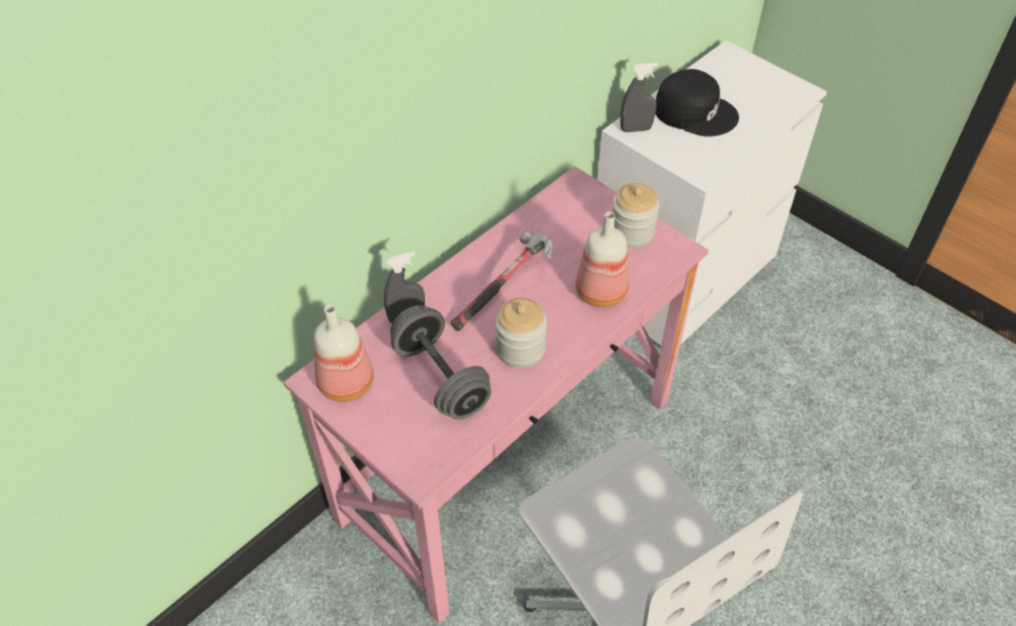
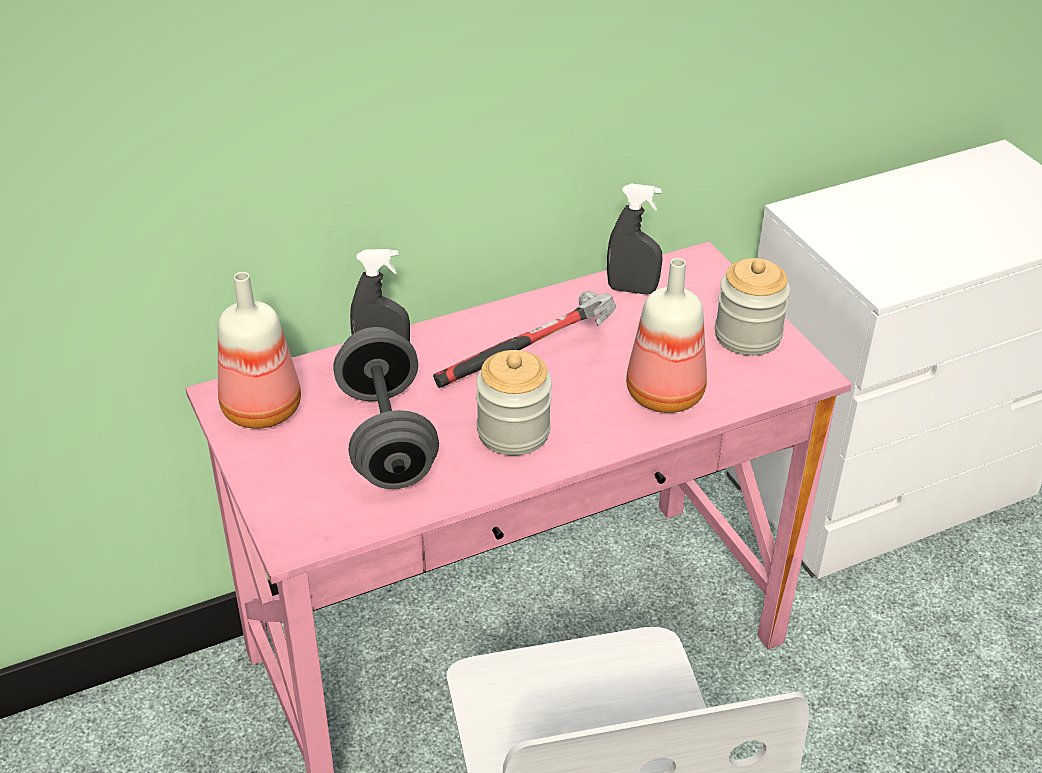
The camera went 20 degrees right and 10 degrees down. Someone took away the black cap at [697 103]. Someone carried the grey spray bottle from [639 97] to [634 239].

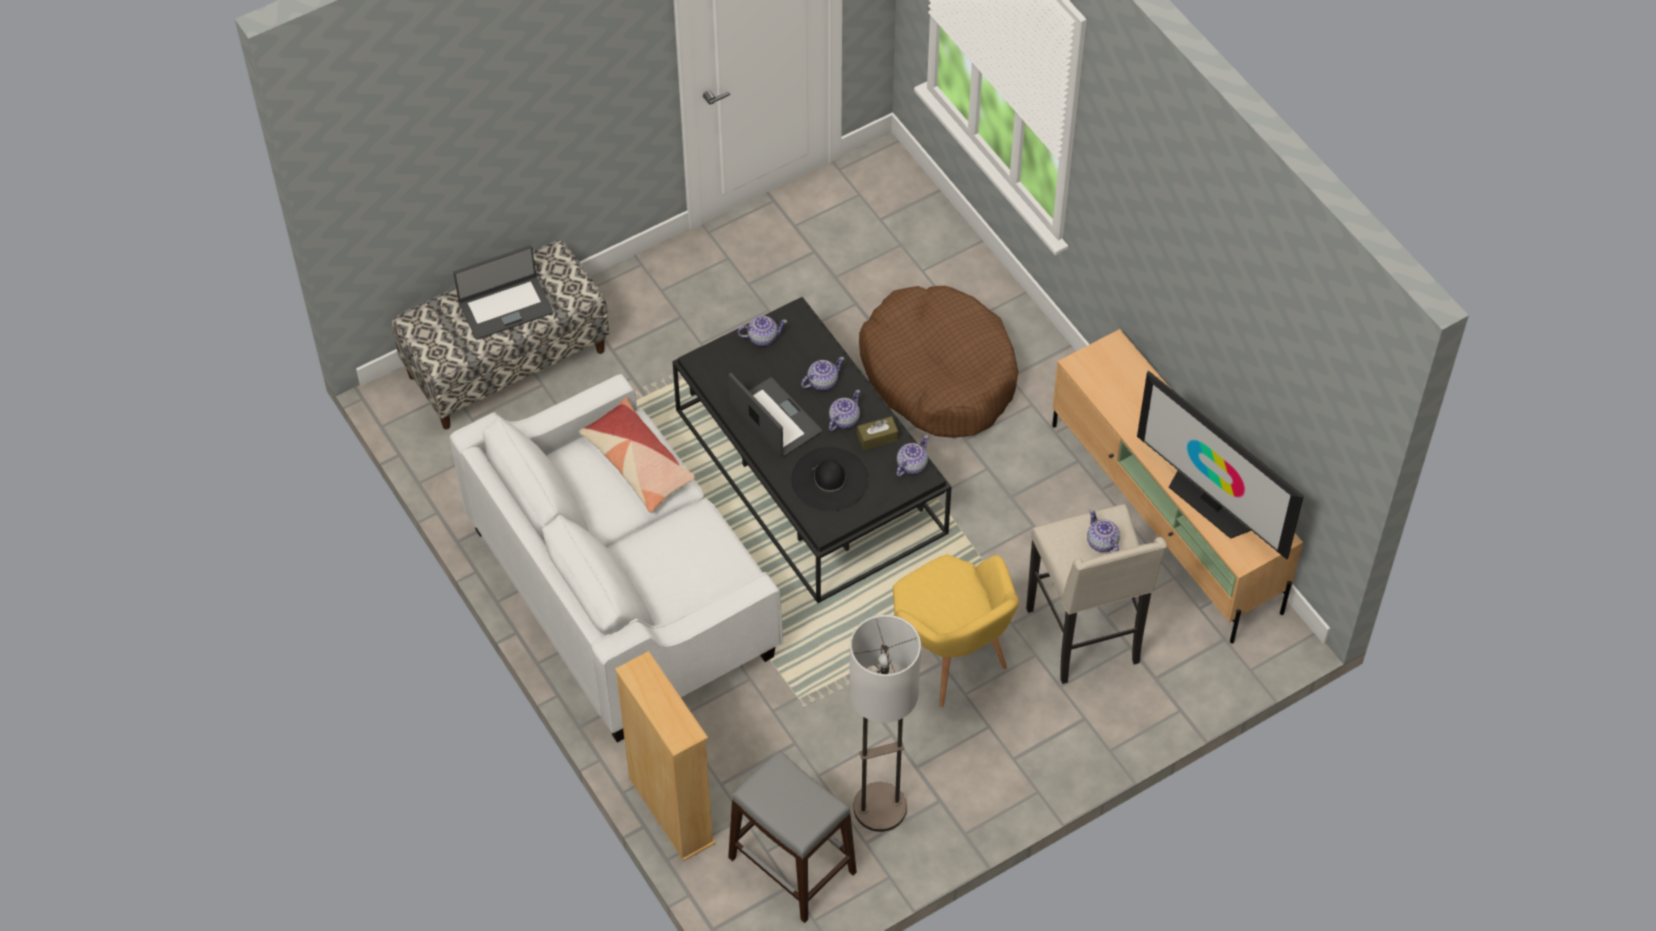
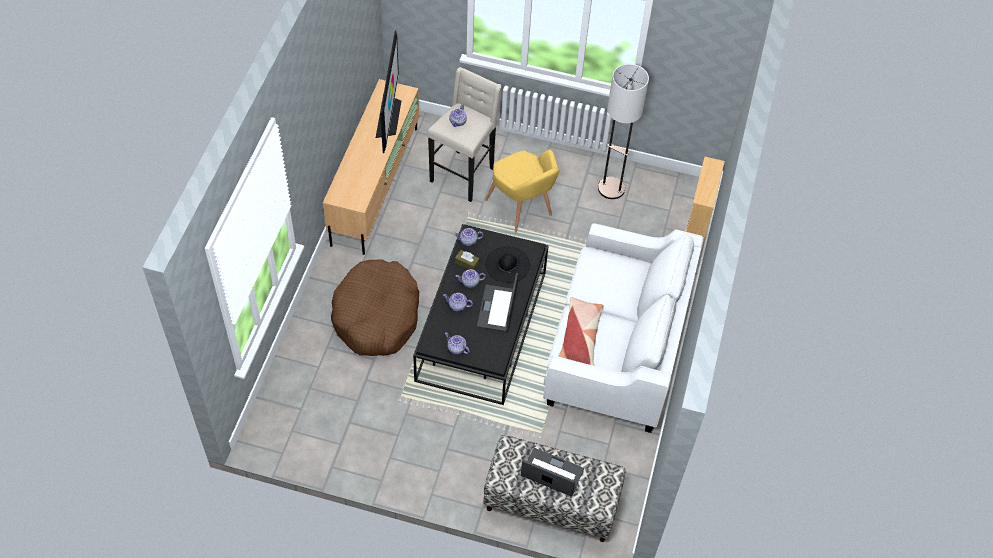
The camera went 135 degrees left and 0 degrees up. Someone took away the grey stool at [792 837]. Someone rotated the yellow armchair at [956 630] by 135 degrees clockwise.

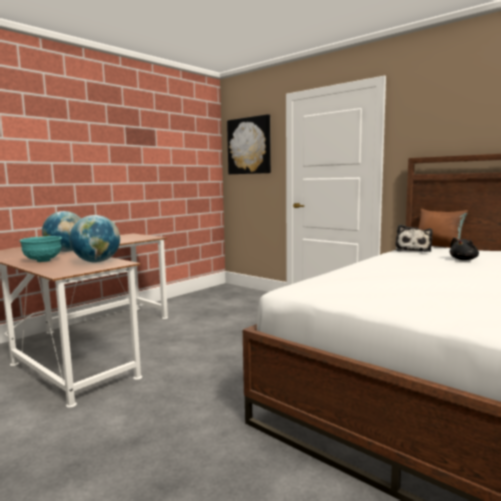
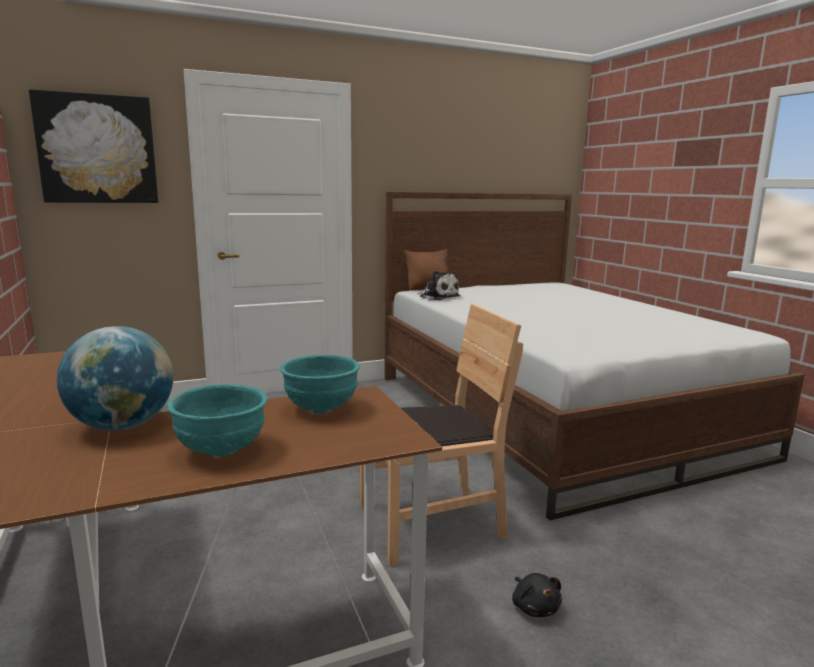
The camera went 65 degrees left and 5 degrees up. Someone put down the brown chair at [441 435]. Someone carried the black plush toy from [464 249] to [537 595]. Someone swapped the globe at [95 238] for the turquoise bowl at [320 384].

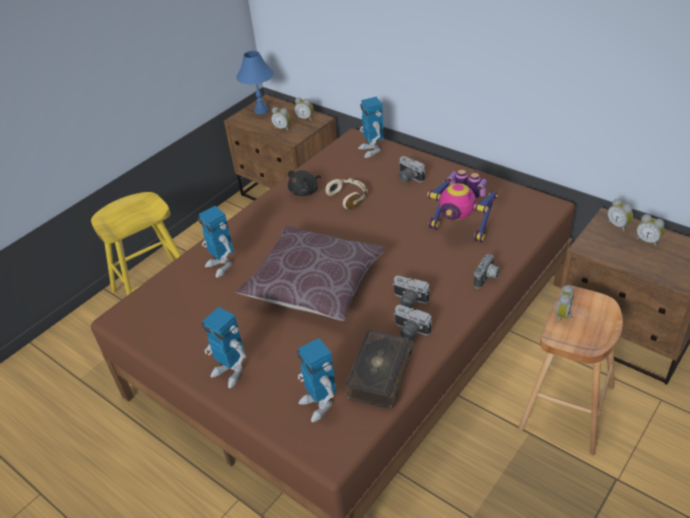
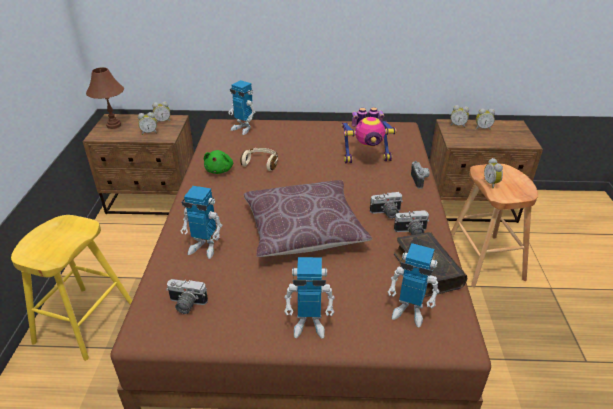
The camera went 40 degrees left and 5 degrees down. Someone carried the photo camera from [412 169] to [187 296]. Someone repainted the blue table lamp at [255 82], which became the brown table lamp at [105 98]. Someone repainted the black plush toy at [304 183], which became the green plush toy at [218 162].

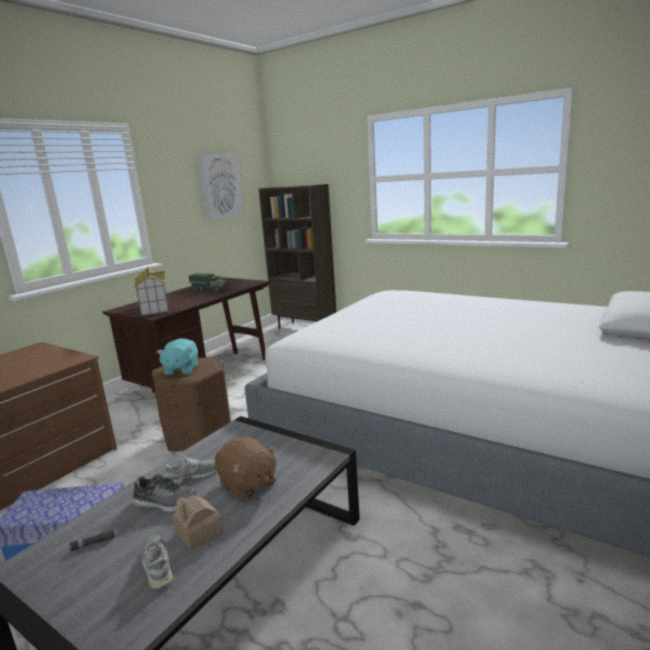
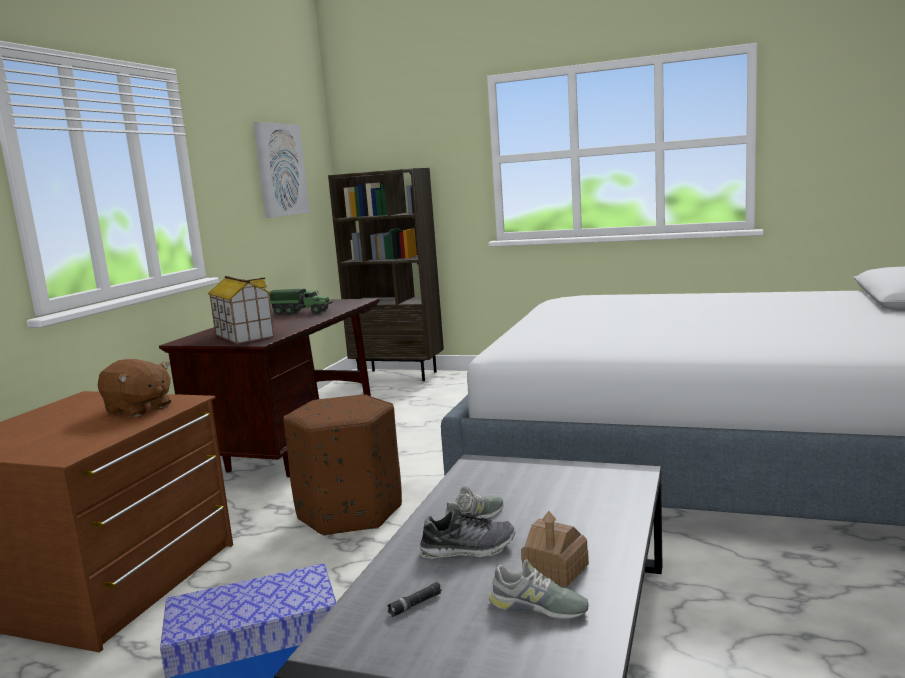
The camera went 15 degrees left and 5 degrees down. Someone took away the turquoise plush toy at [177 357]. Someone carried the brown plush toy from [245 469] to [134 388]. Someone rotated the grey shoe at [157 562] by 150 degrees clockwise.

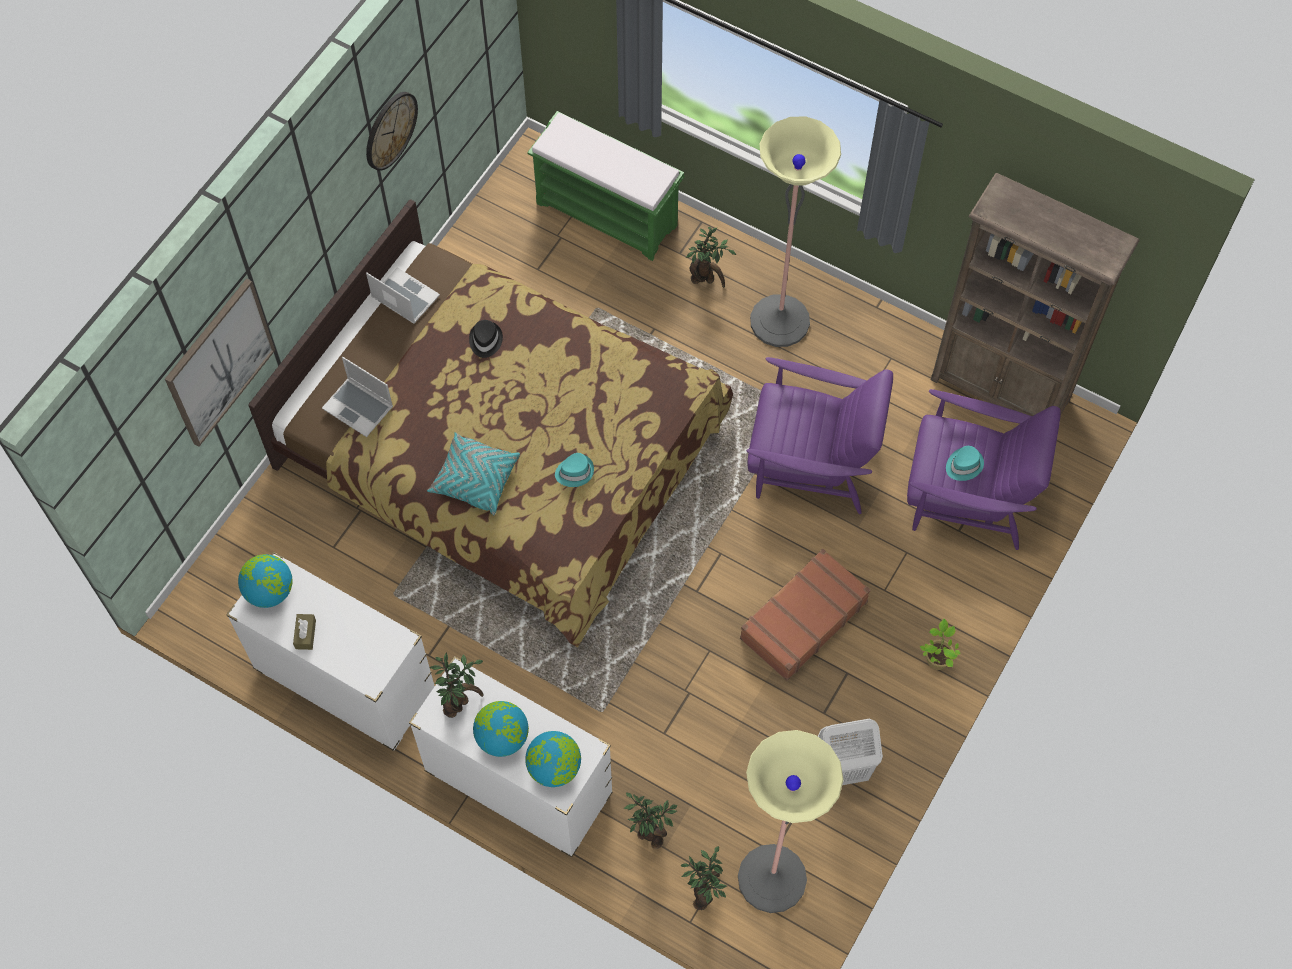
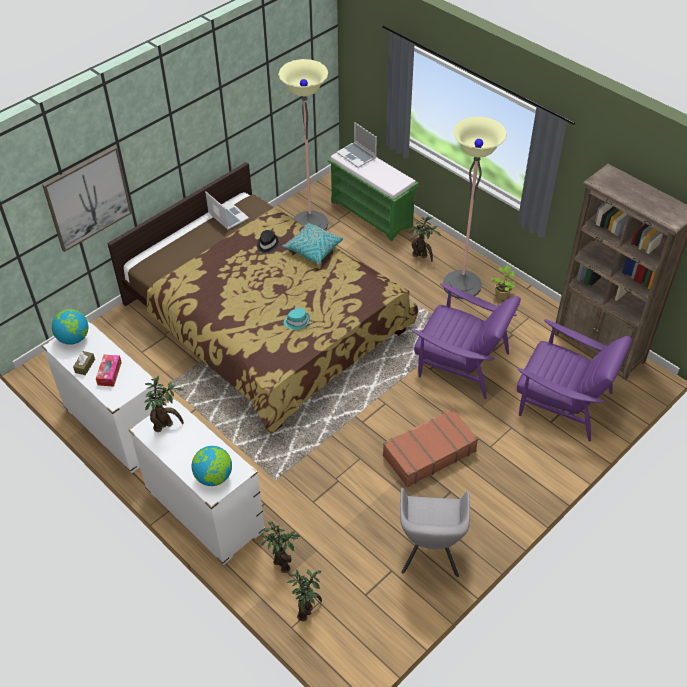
The camera went 15 degrees right and 15 degrees down. Someone took away the wall clock at [392 131]. Someone took away the globe at [501 729]. Someone took away the turquoise hat at [965 463]. Someone put down the tissue box at [109 370]. Someone carried the laptop from [357 397] to [357 145]. Someone carried the turquoise pillow from [473 473] to [312 243]. Someone carried the floor lamp from [791 821] to [303 144]. Someone carried the potted plant from [940 644] to [503 282]. Someone swapped the white laundry basket at [850 752] for the grey armchair at [435 532].

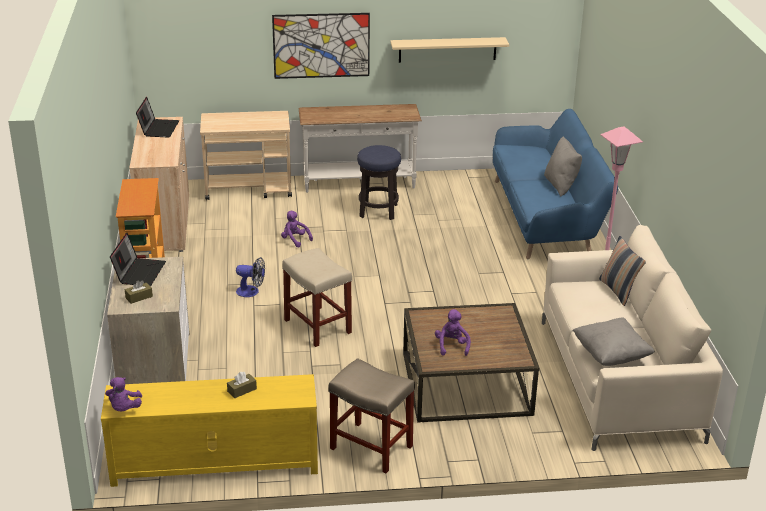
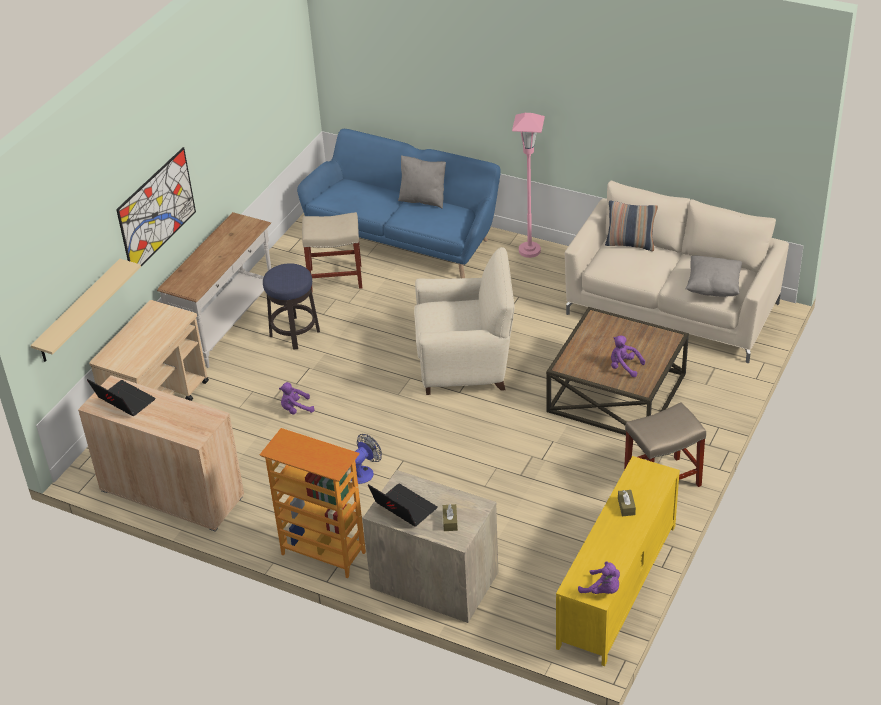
The camera went 55 degrees left and 10 degrees up. Someone put down the beige armchair at [464 321]. Someone carried the beige stool from [317 297] to [332 252]. Someone carried the beige shelf from [449 50] to [86 310].

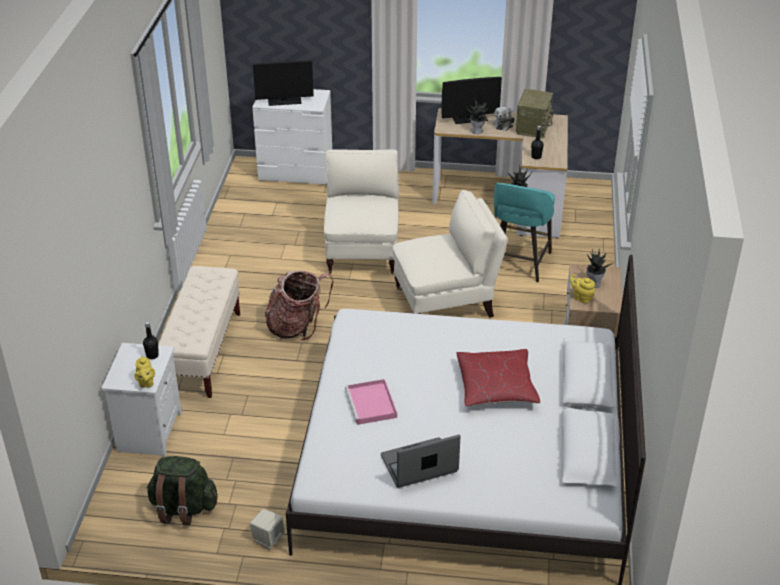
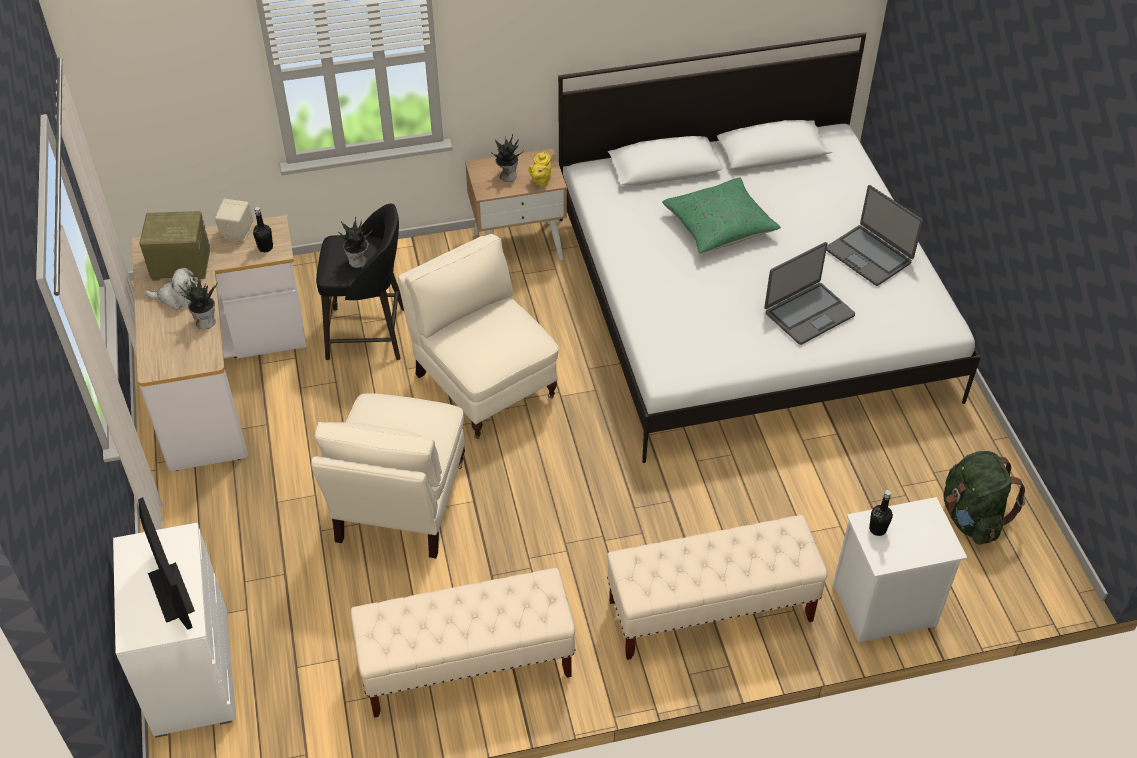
The camera went 110 degrees left and 10 degrees up. Someone took away the yellow teapot at [144 372]. Someone took away the backpack at [299 305]. Someone took away the monitor at [472 100]. Someone put down the beige bench at [463 643]. Someone carried the beige speaker from [267 529] to [234 220]. Someone swapped the pink tray at [371 402] for the laptop at [809 293]. Someone repainted the red pillow at [498 377], which became the green pillow at [721 215]. Someone repainted the turquoise stool at [524 232], which became the black stool at [360 282]. Someone rotated the beige armchair at [362 211] by 60 degrees counterclockwise.

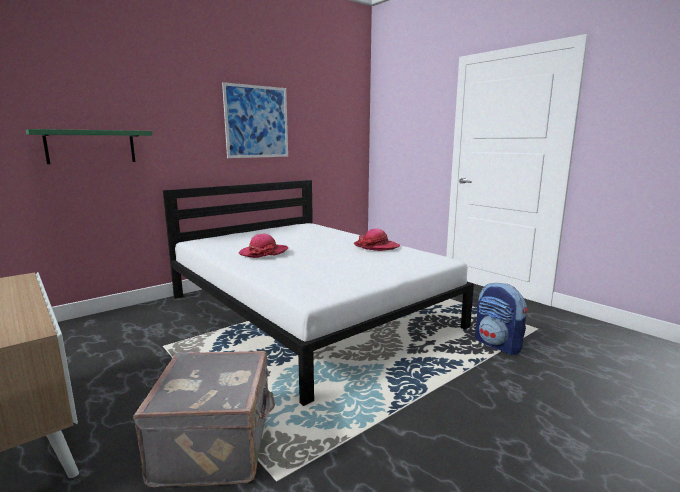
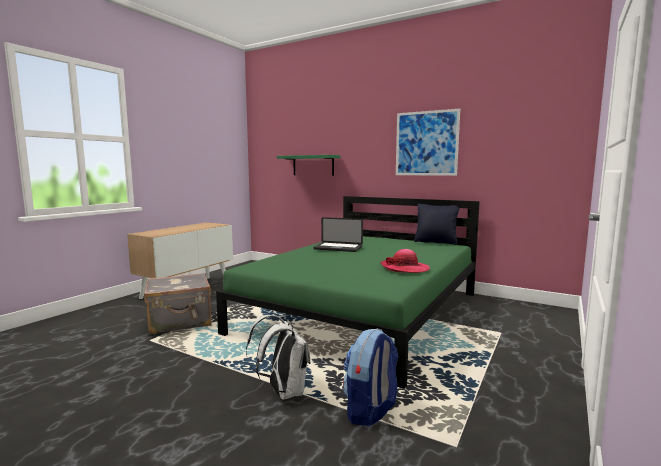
The camera went 70 degrees right and 5 degrees down. Someone put down the white backpack at [278 357]. Someone put down the black pillow at [437 224]. Someone swapped the hat at [263 246] for the laptop at [338 234]. Someone repainted the white bed at [318 293], which became the green bed at [348 292].

